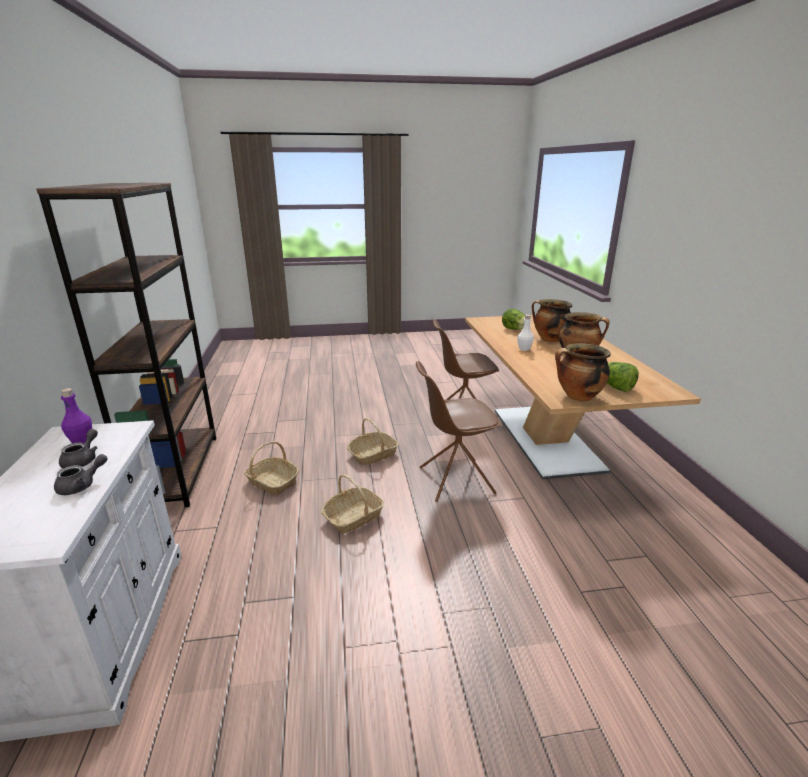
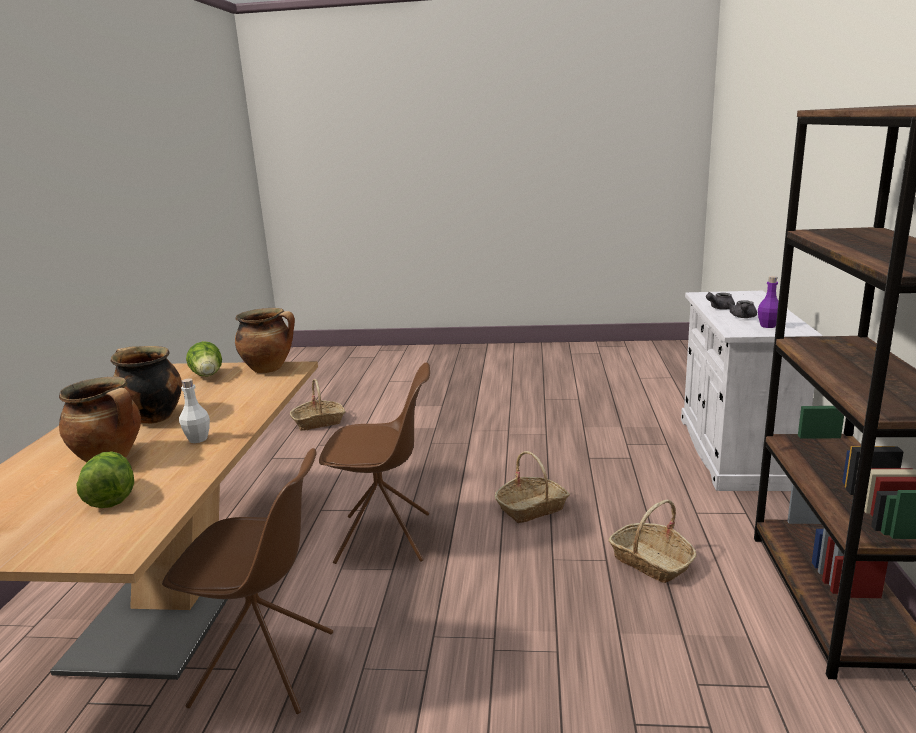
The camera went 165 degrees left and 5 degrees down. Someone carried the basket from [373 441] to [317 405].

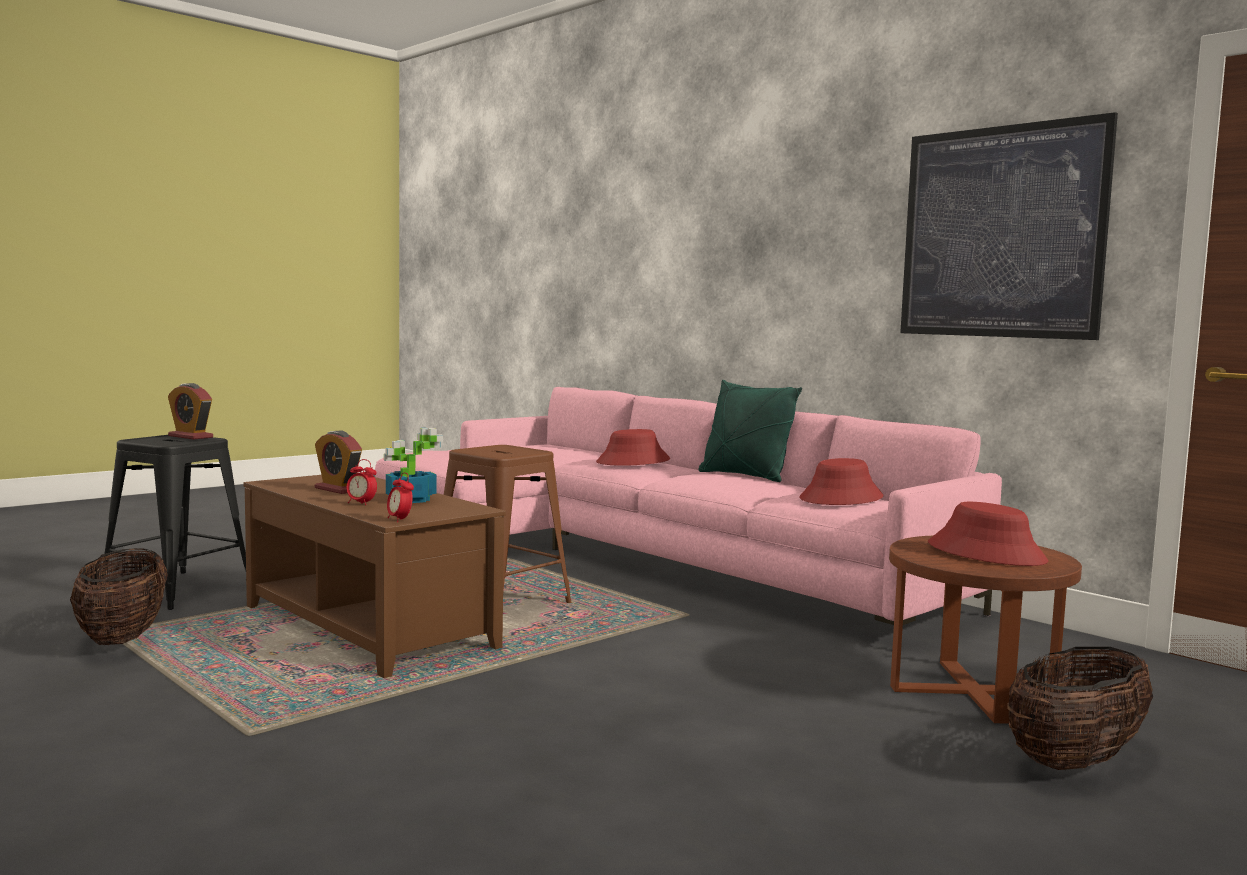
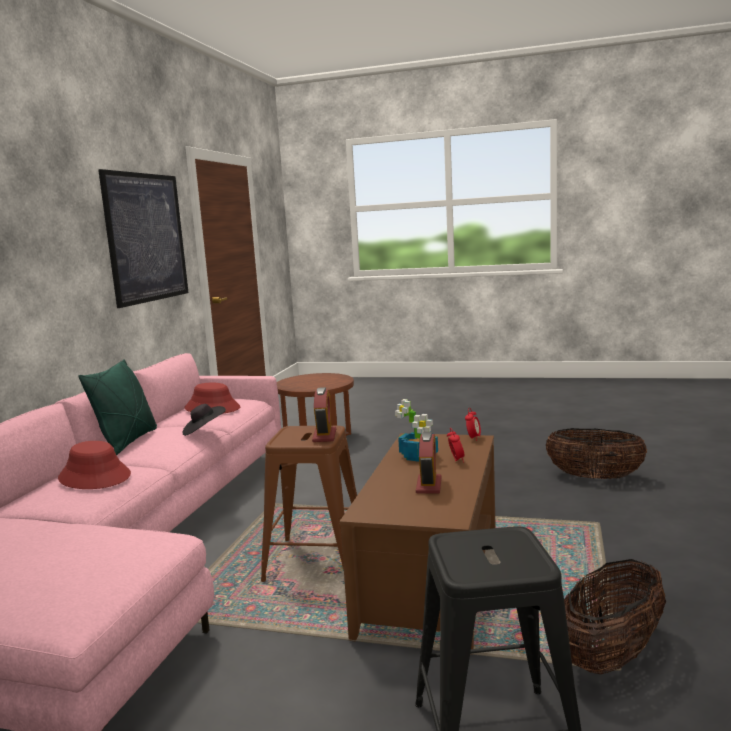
The camera went 120 degrees left and 5 degrees up. Someone took away the red hat at [988 534]. Someone put down the black hat at [204 420]. Someone carried the alarm clock from [190 411] to [324 414]. Someone carried the basket from [1080 708] to [596 453].

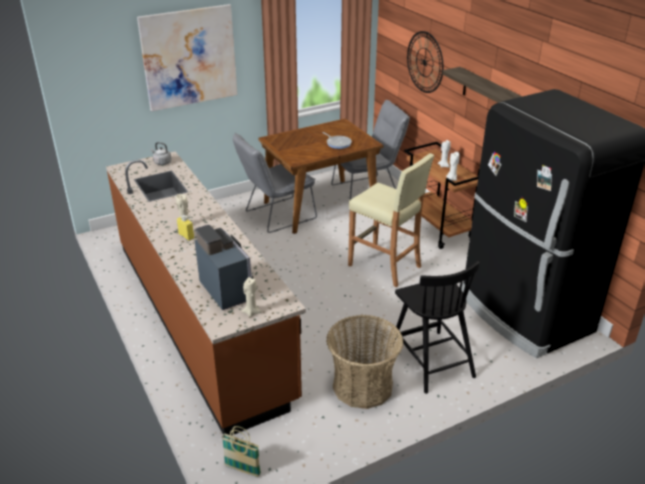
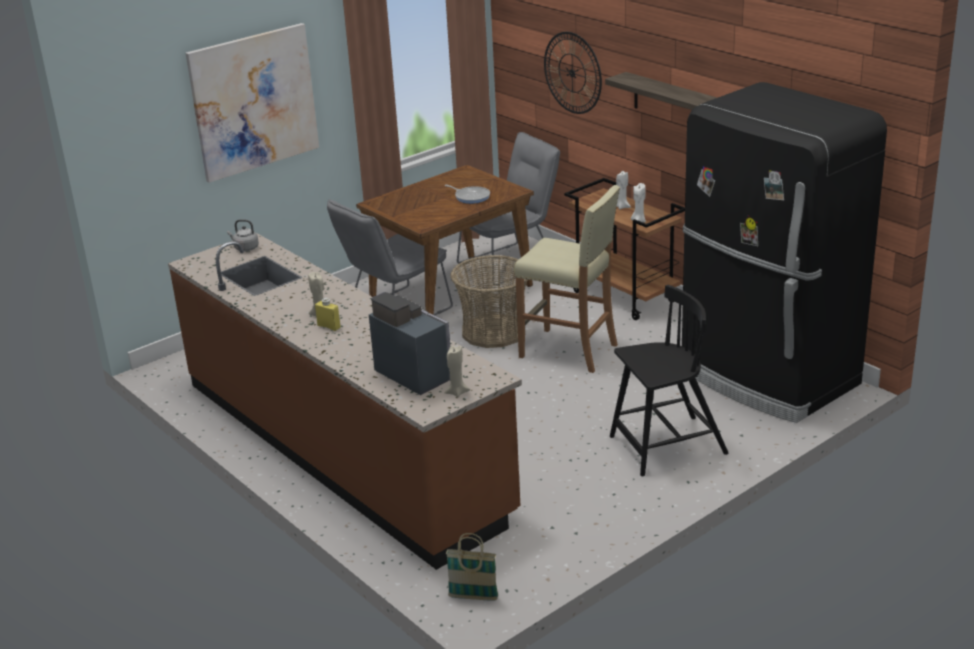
The camera went 10 degrees left and 5 degrees down. Someone carried the basket from [364 362] to [489 301]. Someone rotated the black chair at [435 327] by 75 degrees counterclockwise.

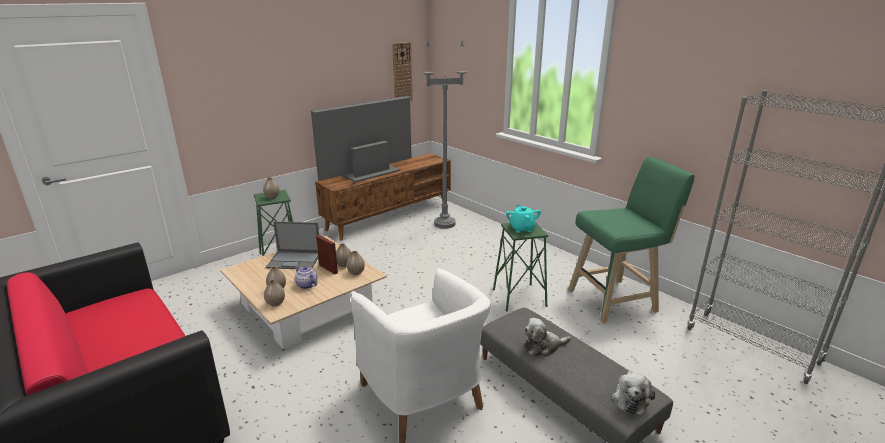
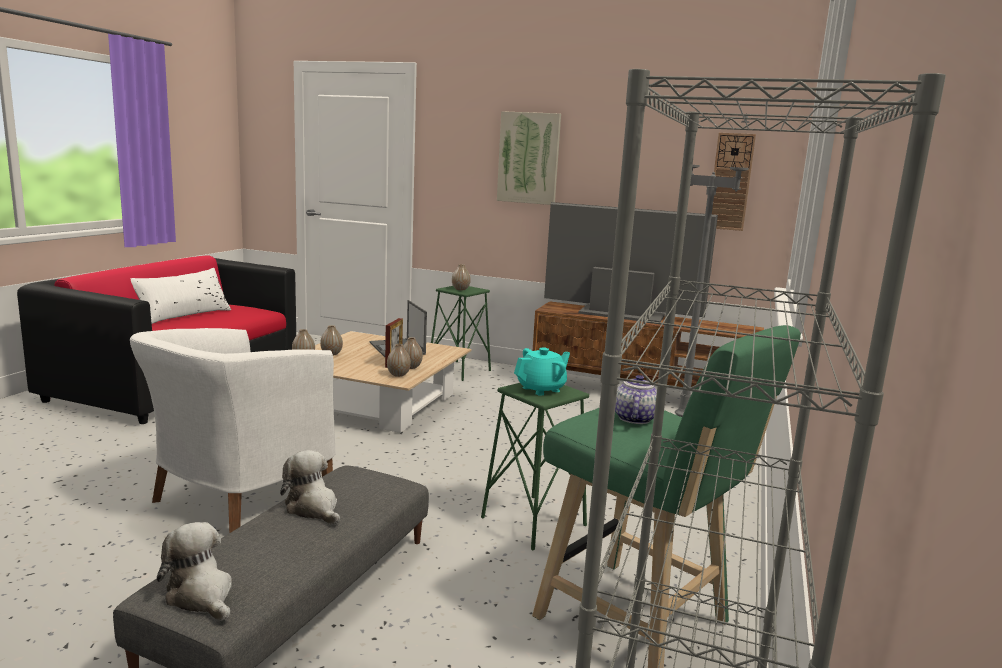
The camera went 60 degrees right and 10 degrees down. Someone put down the white pillow at [181 296]. Someone put up the picture at [529 158]. Someone carried the teapot from [306 277] to [636 399]. Someone rotated the plush toy at [633 393] by 60 degrees clockwise.

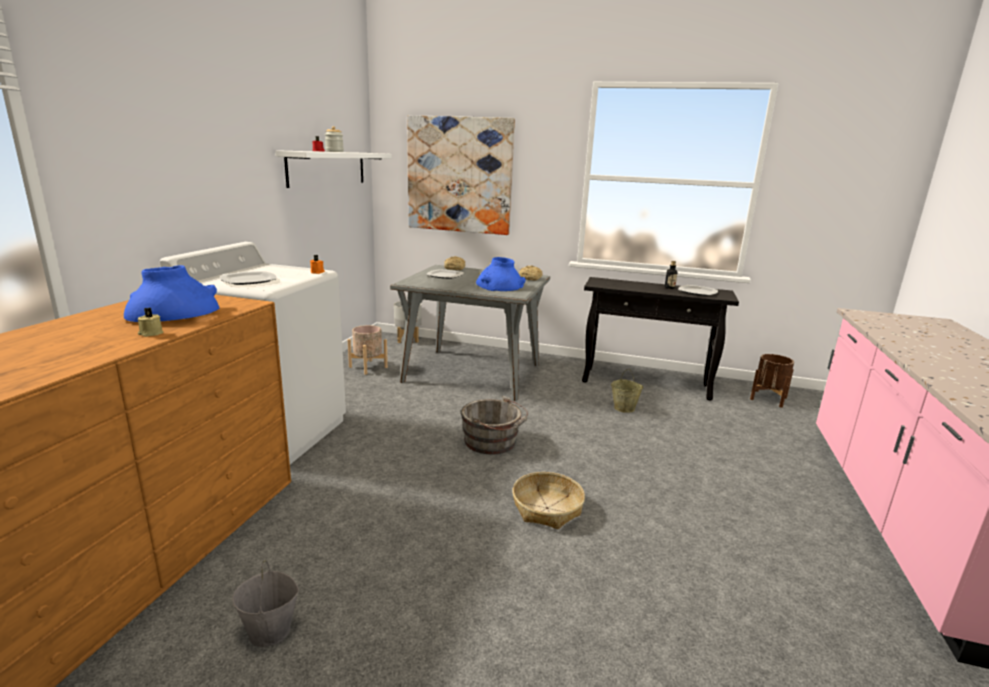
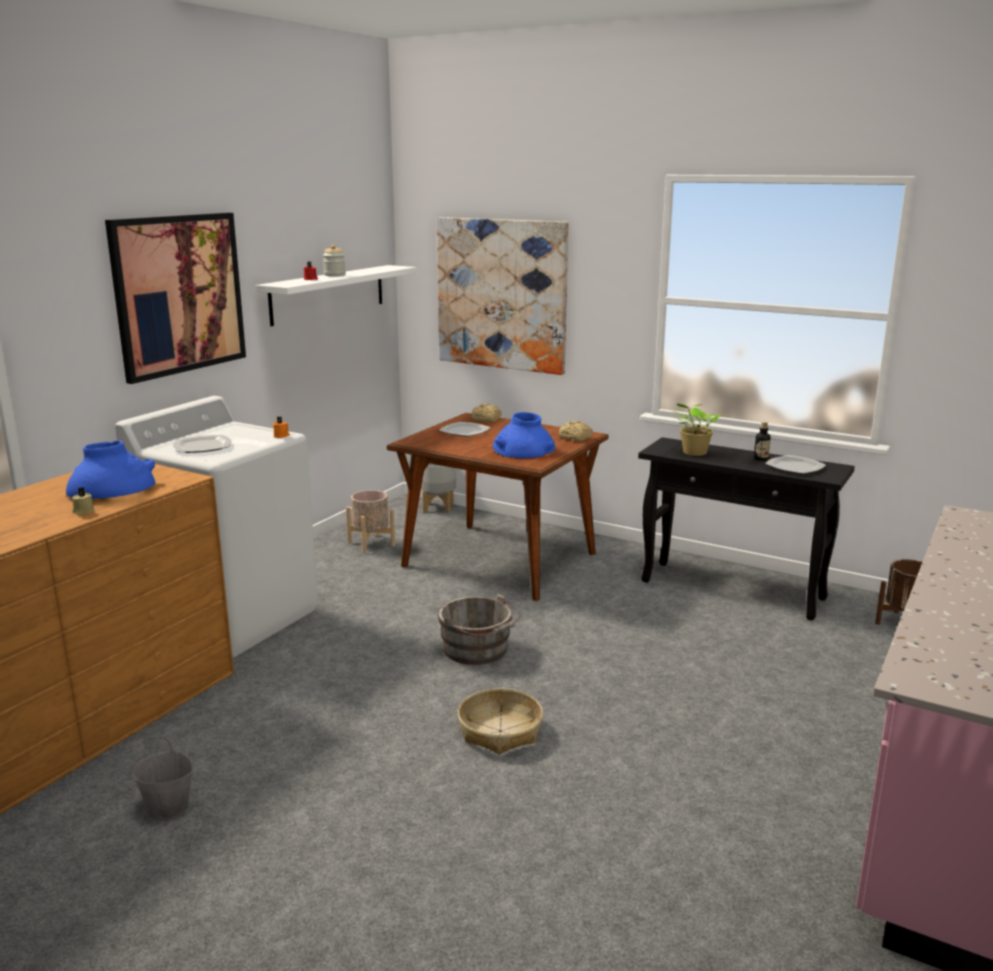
The camera went 15 degrees right and 0 degrees up. Someone took away the beige bucket at [627 391]. Someone put up the picture at [175 298]. Someone put down the potted plant at [697 430]. Someone repainted the grey dining table at [470 333], which became the brown dining table at [498 507].

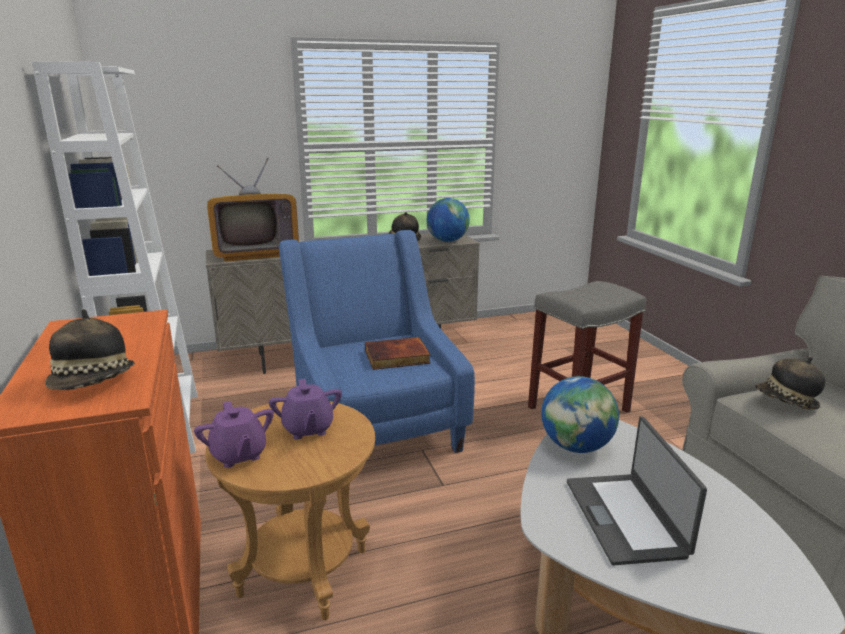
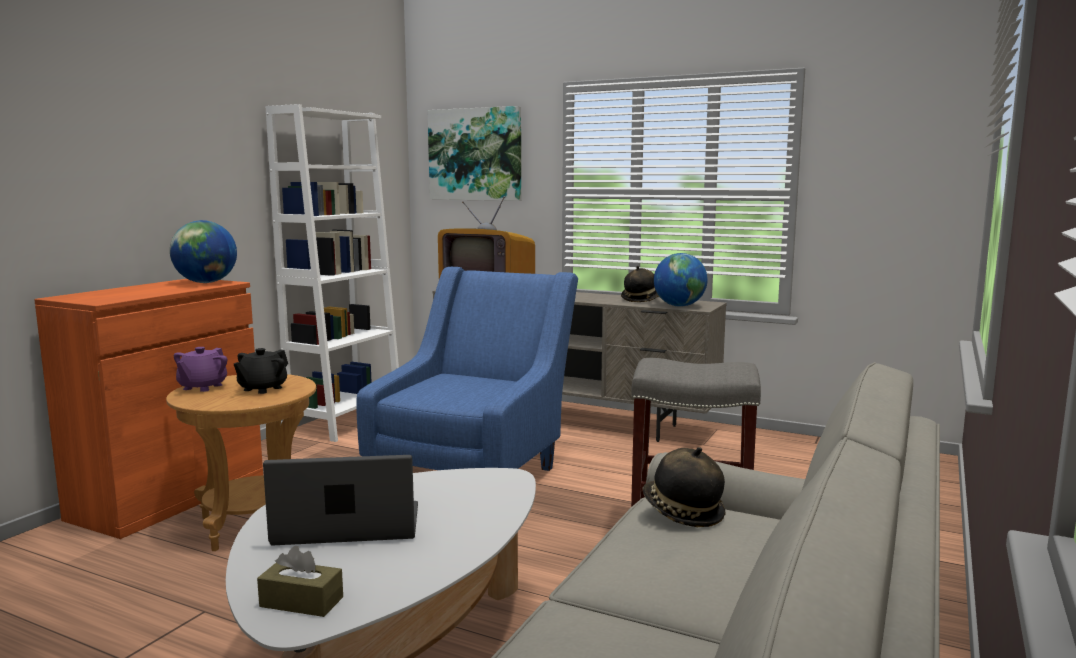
The camera went 45 degrees right and 10 degrees down. Someone took away the hat at [90 349]. Someone took away the book at [398 353]. Someone put down the brown tissue box at [300 581]. Someone put up the picture at [474 153]. Someone carried the globe from [580 414] to [203 251]. Someone repainted the purple teapot at [305 409], which became the black teapot at [261 371]. Someone rotated the laptop at [637 491] by 45 degrees clockwise.

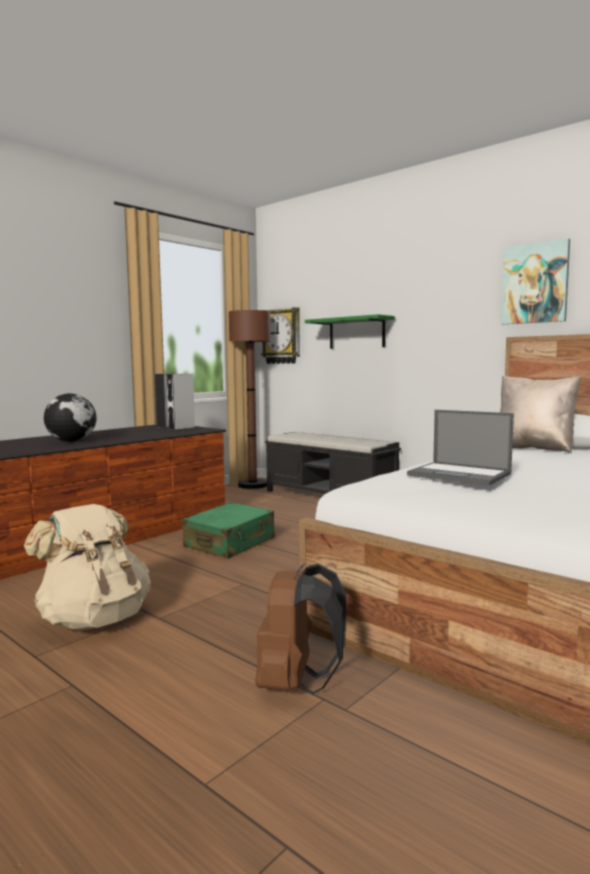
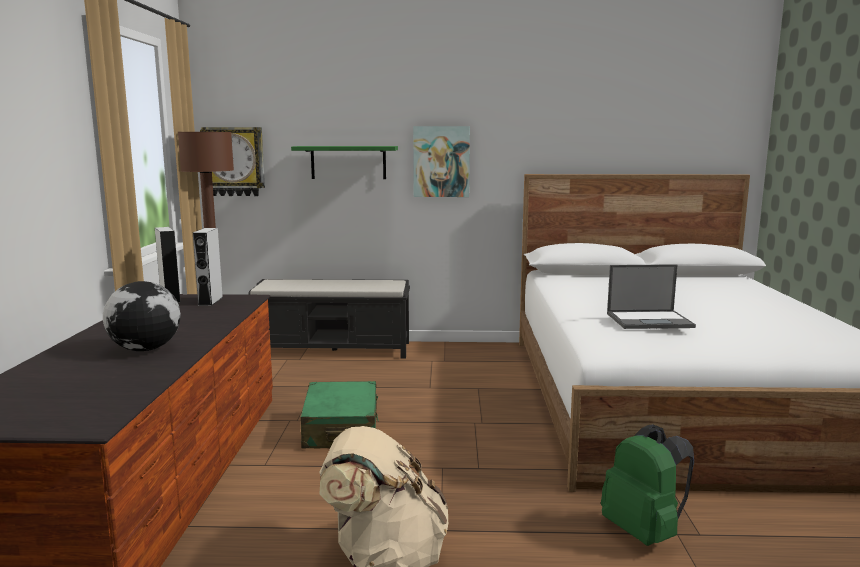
The camera went 40 degrees left and 5 degrees up. Someone took away the beige pillow at [540 414]. Someone carried the picture from [535 281] to [441 161]. Someone repainted the brown backpack at [301 629], which became the green backpack at [647 485].

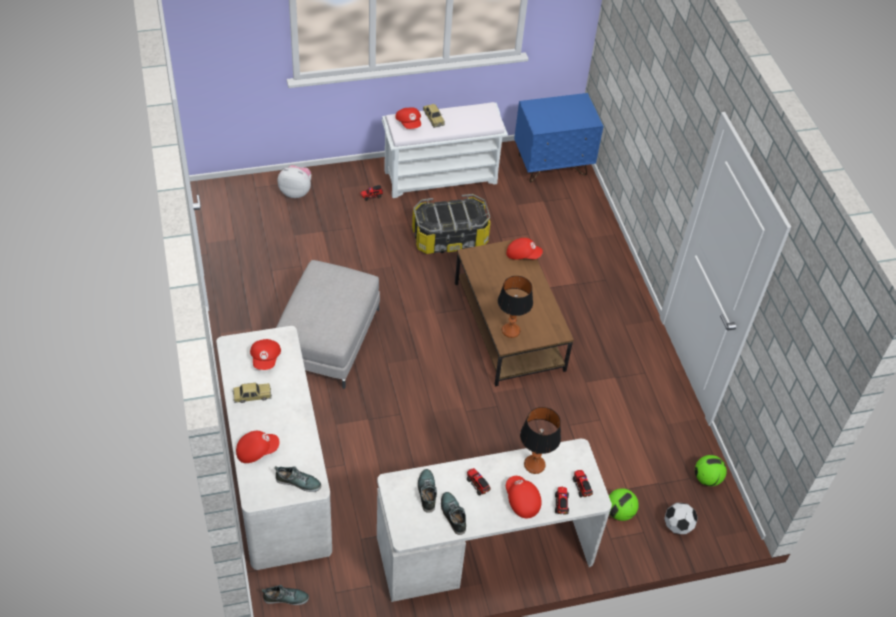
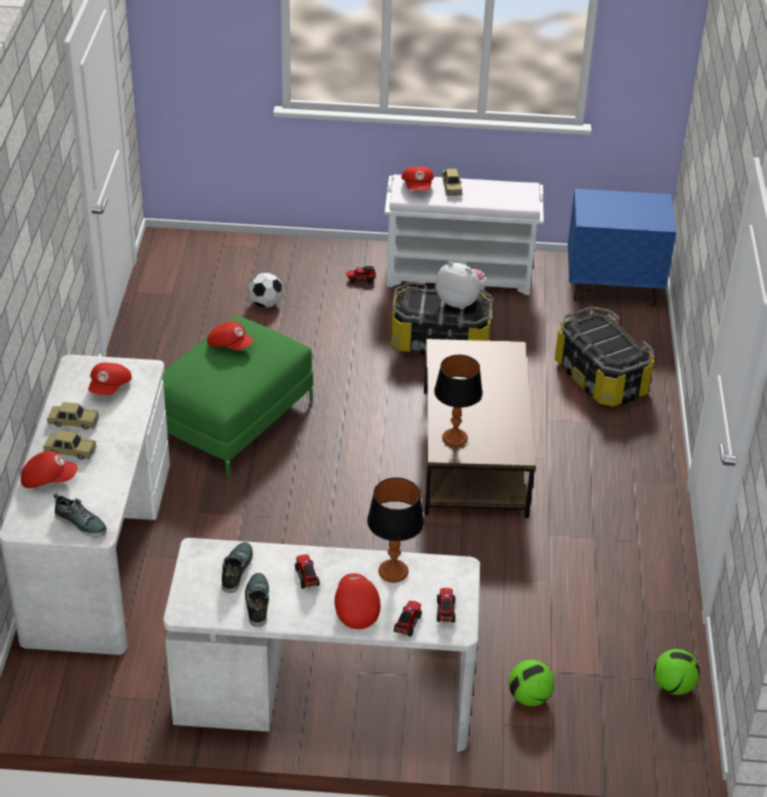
The camera went 20 degrees right and 10 degrees down. Someone took away the shoe at [285 595]. Someone put down the toy car at [69 445]. Someone put down the storage box at [604 356]. Someone carried the plush toy from [294 181] to [460 285]. Someone carried the red cap from [524 249] to [230 335]. Someone carried the football from [681 518] to [265 290]. Someone repainted the grey ottoman at [328 324], which became the green ottoman at [238 396].

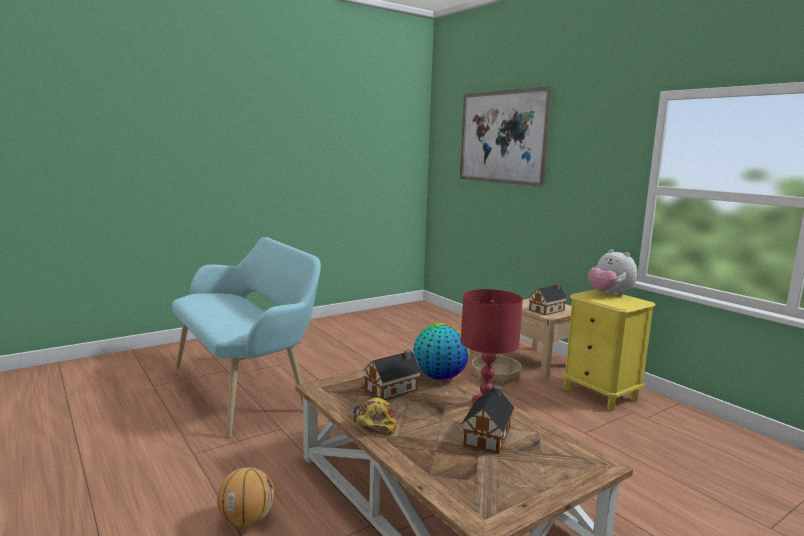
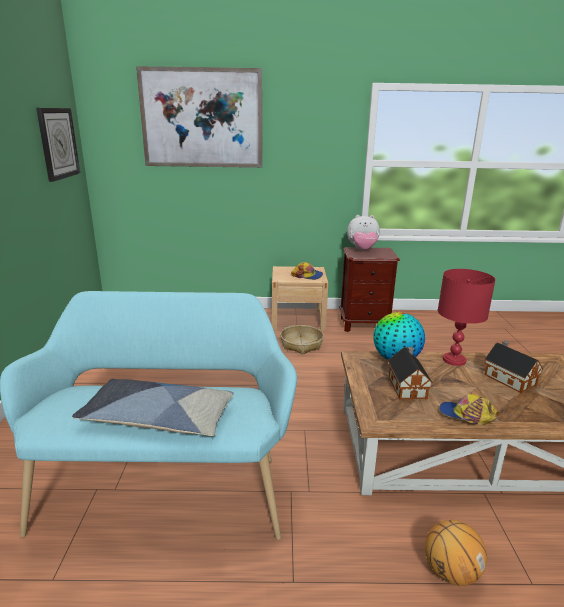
The camera went 55 degrees left and 10 degrees up. Someone put up the wall clock at [58 145]. Someone put down the pillow at [153 407]. Someone swapped the toy house at [548 299] for the cap at [307 271]. Someone repainted the yellow nightstand at [609 350], which became the brown nightstand at [369 289].

